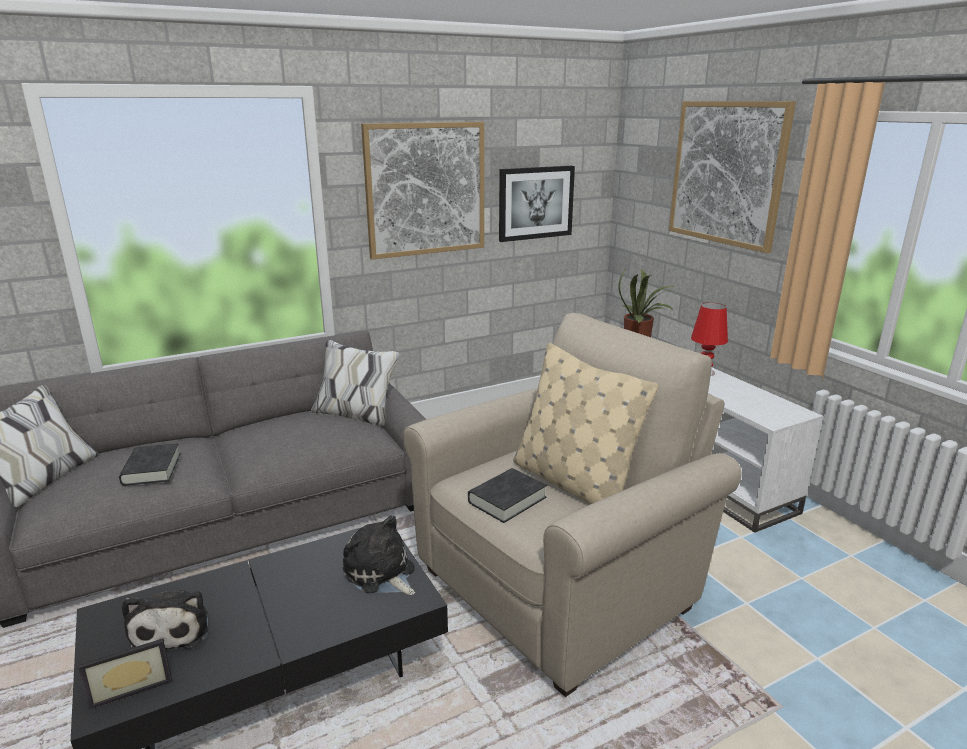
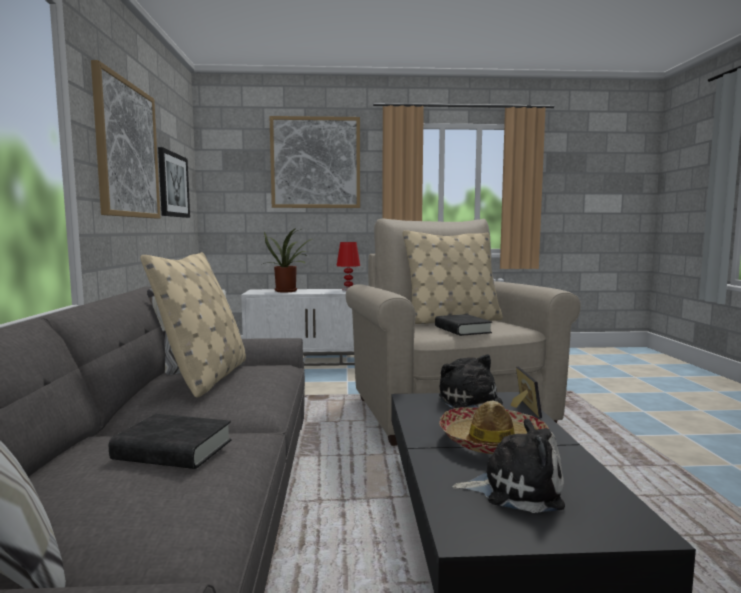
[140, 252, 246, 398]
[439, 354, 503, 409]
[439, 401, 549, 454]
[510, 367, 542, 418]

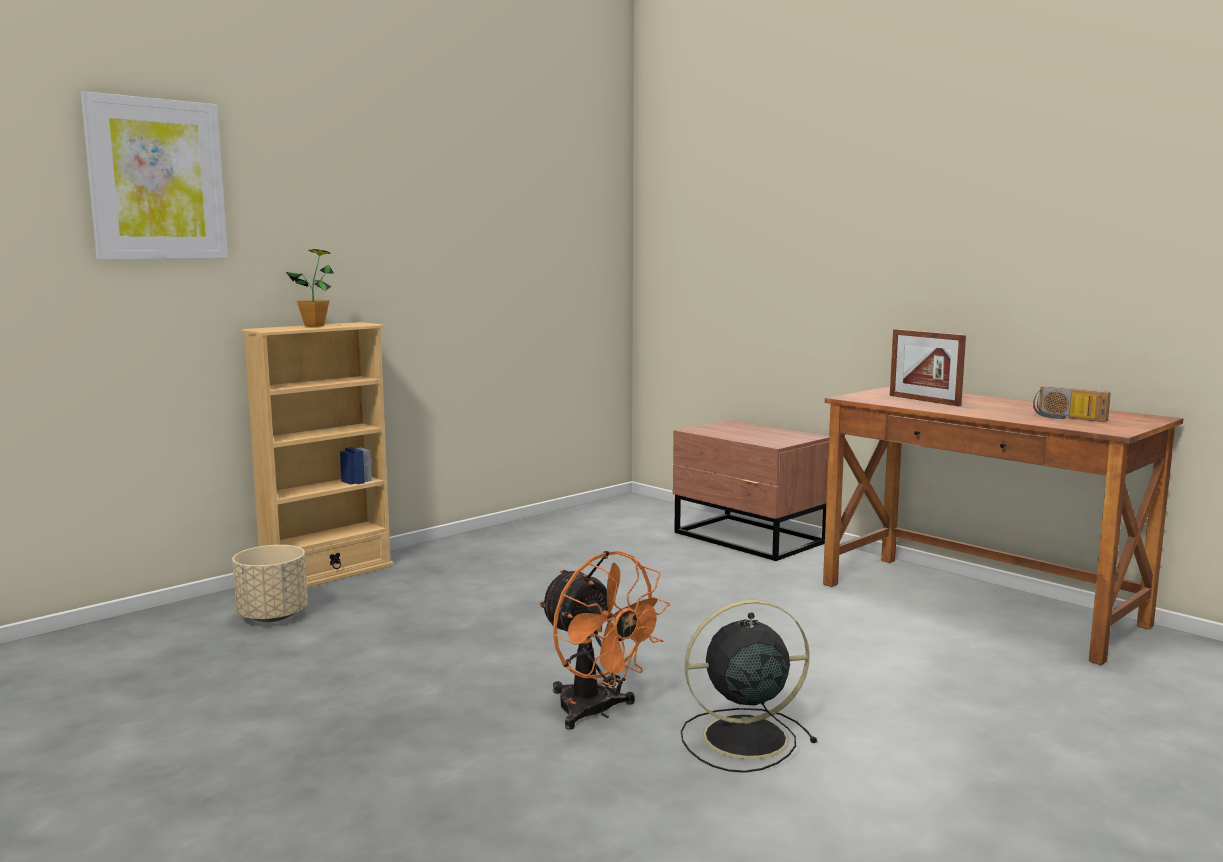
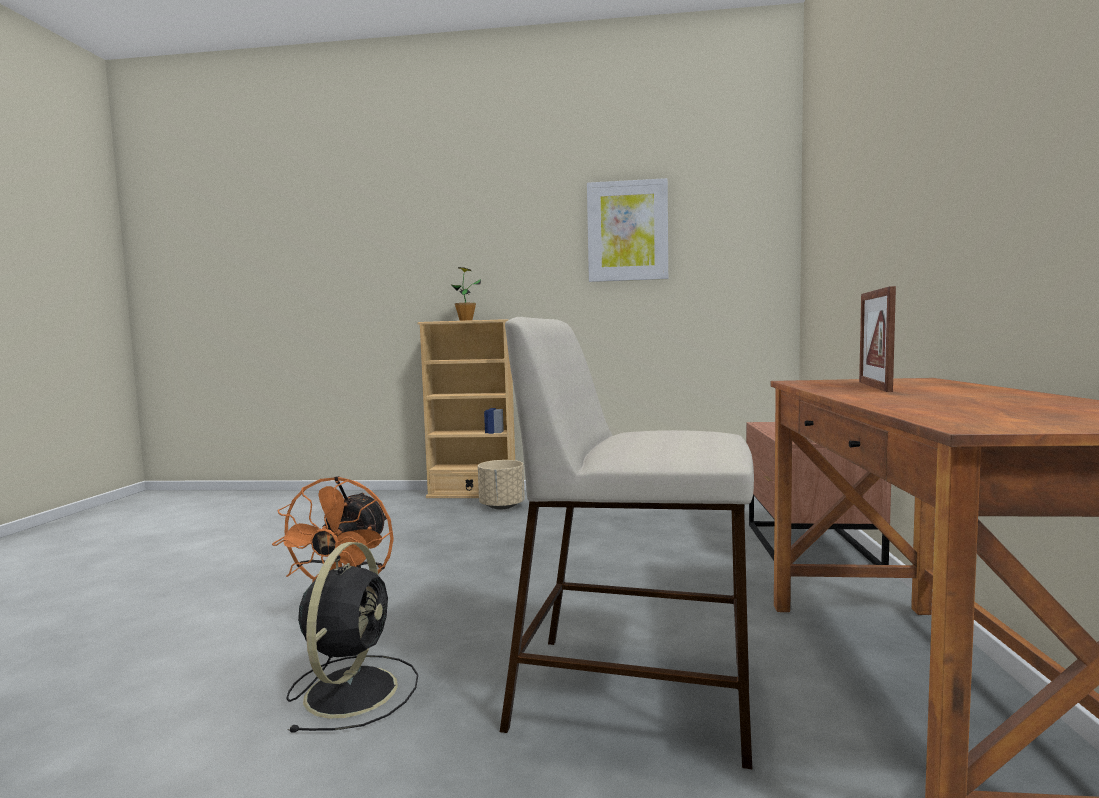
[286, 542, 418, 733]
[478, 460, 525, 510]
[500, 317, 754, 769]
[587, 178, 668, 282]
[1033, 386, 1111, 422] (first image)

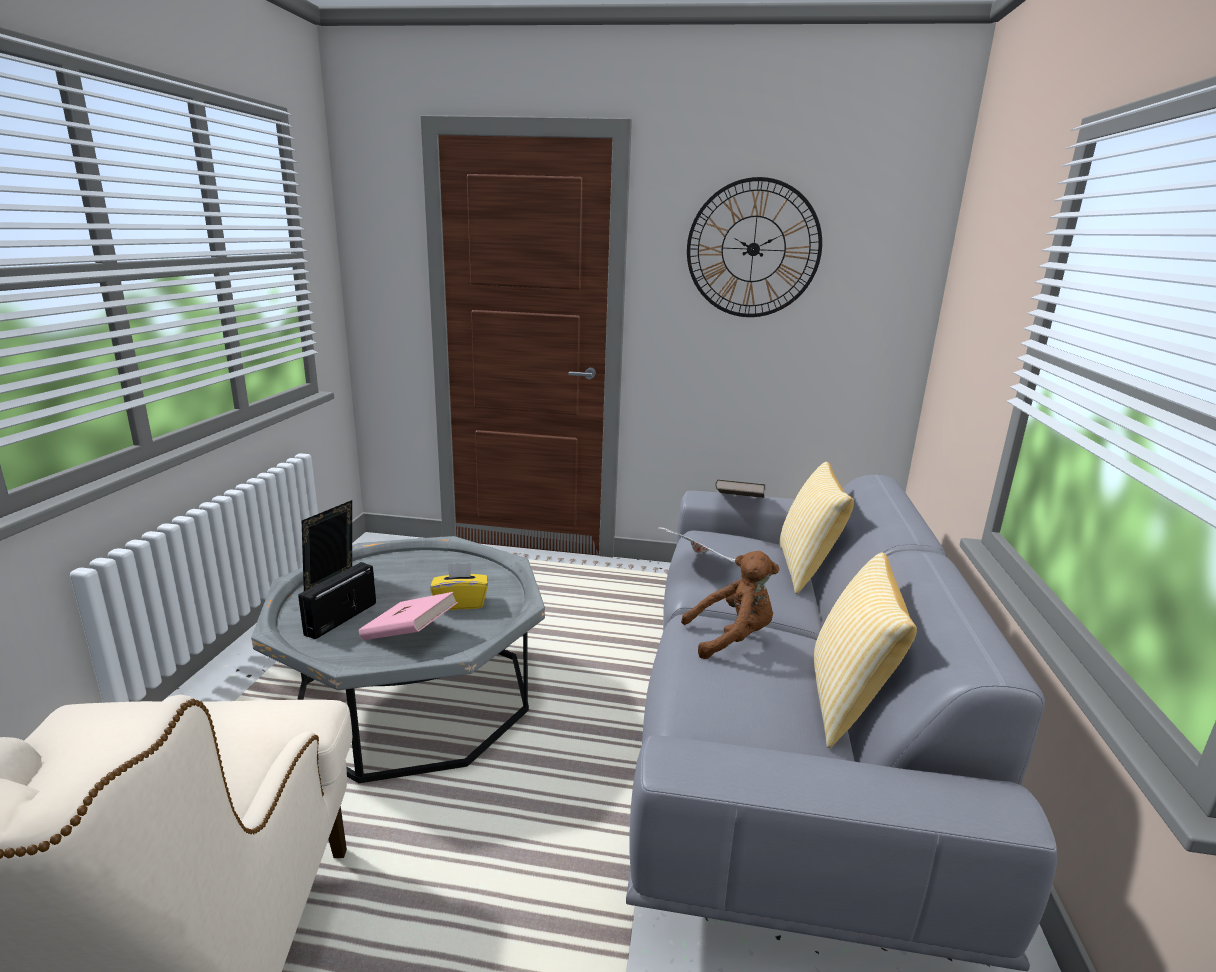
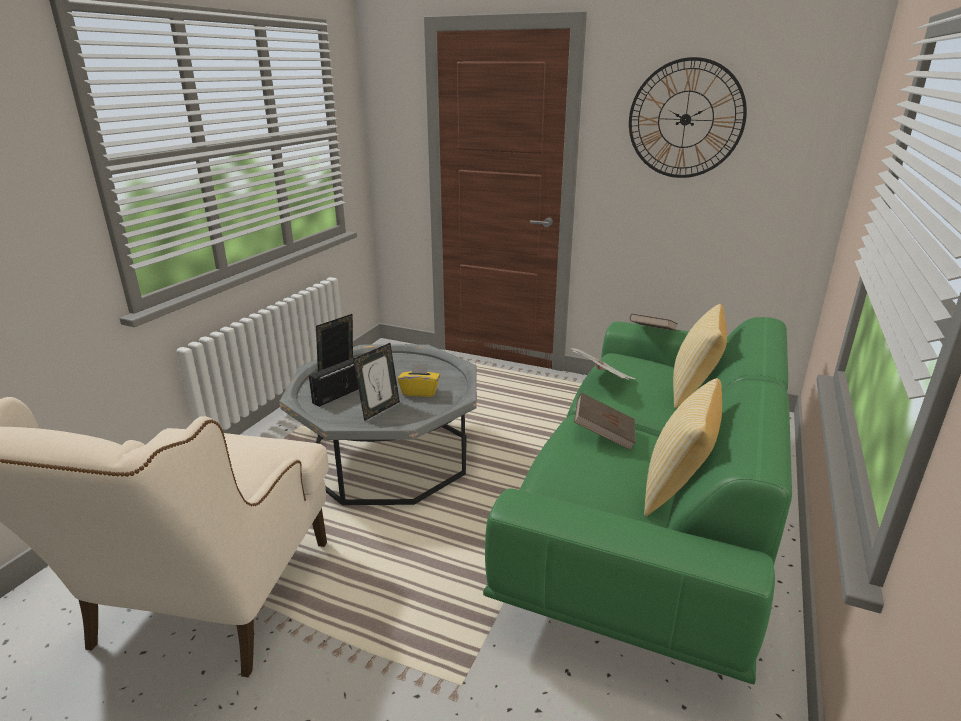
[353, 343, 400, 421]
[483, 317, 792, 684]
[574, 393, 635, 450]

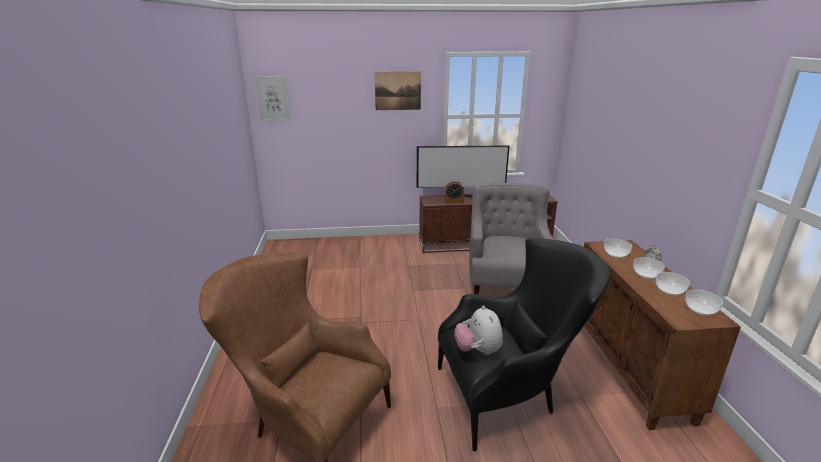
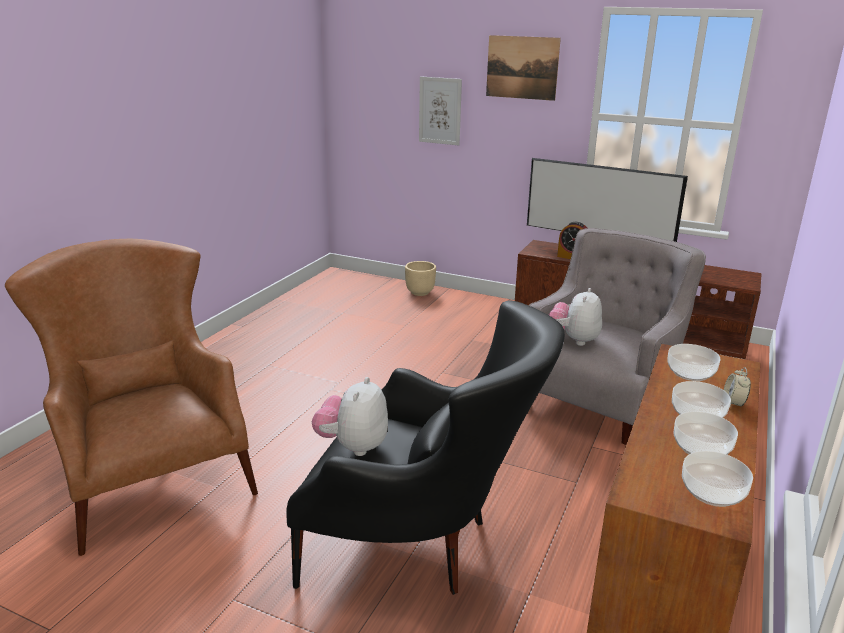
[405, 261, 436, 296]
[419, 76, 462, 145]
[549, 288, 602, 346]

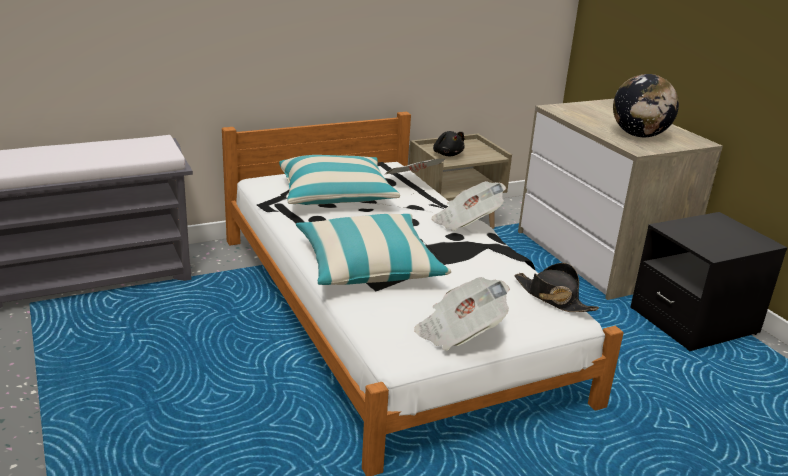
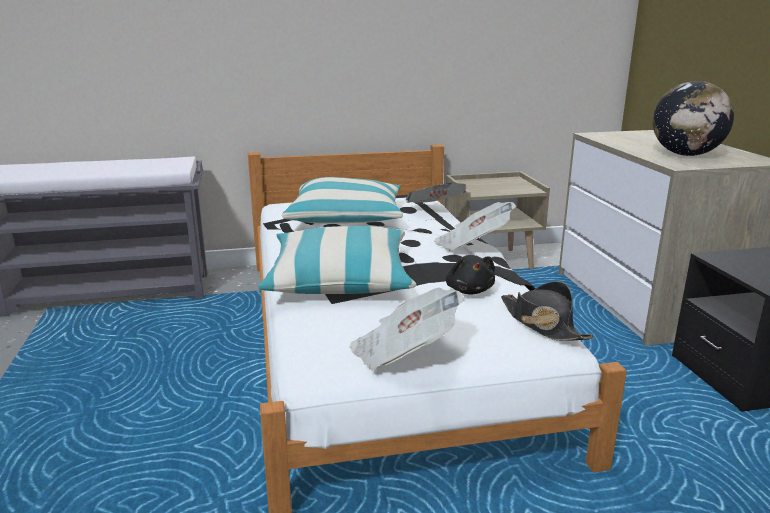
[446, 255, 495, 295]

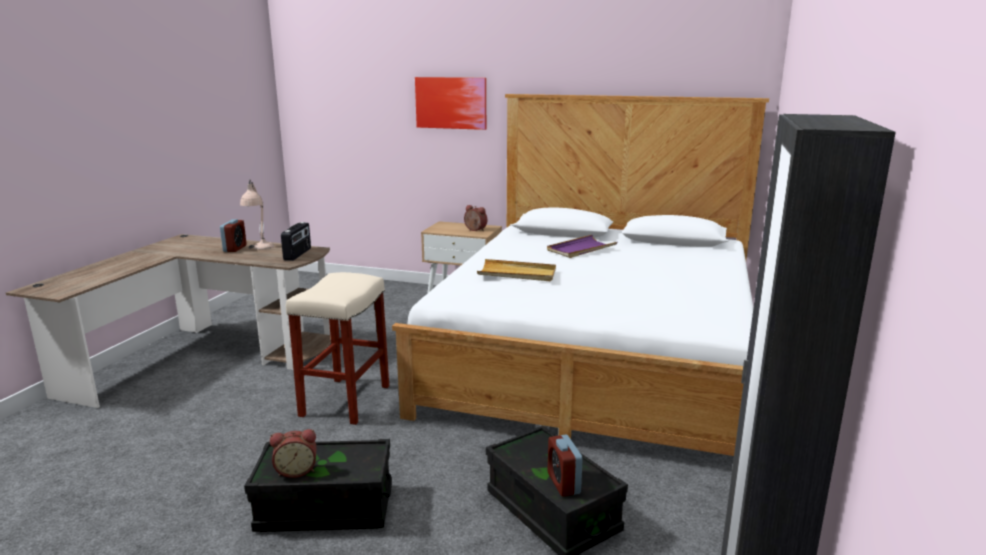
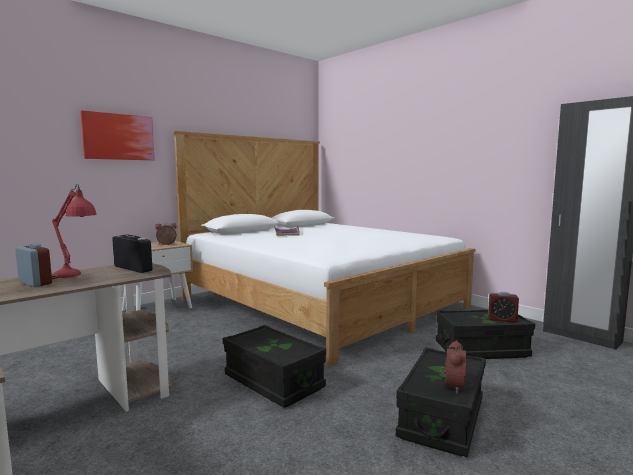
[52, 184, 97, 279]
[223, 325, 326, 408]
[477, 259, 556, 281] (first image)

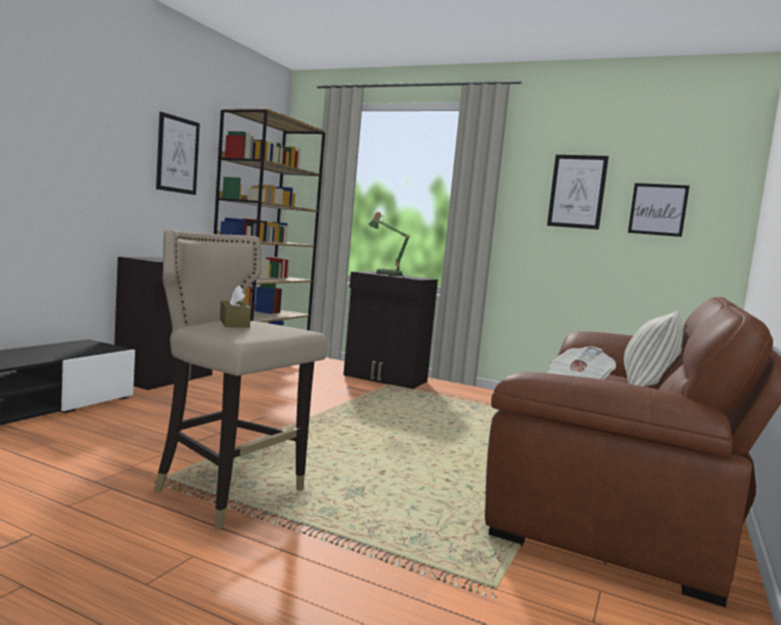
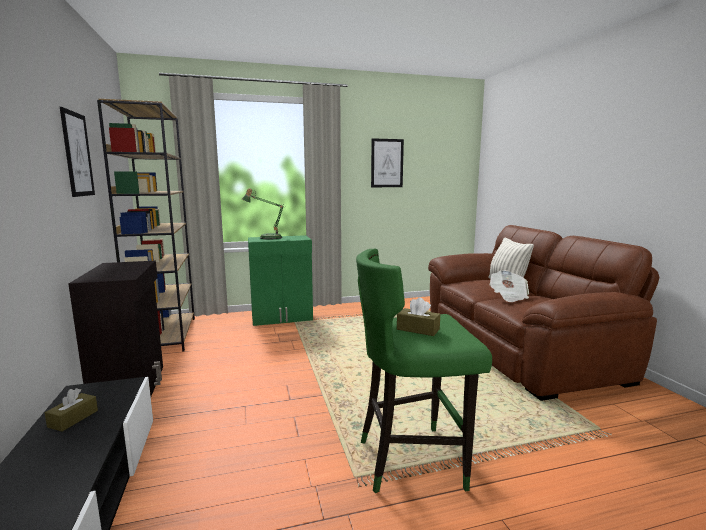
[45, 388, 98, 431]
[248, 235, 313, 326]
[356, 249, 492, 493]
[628, 183, 689, 237] (first image)

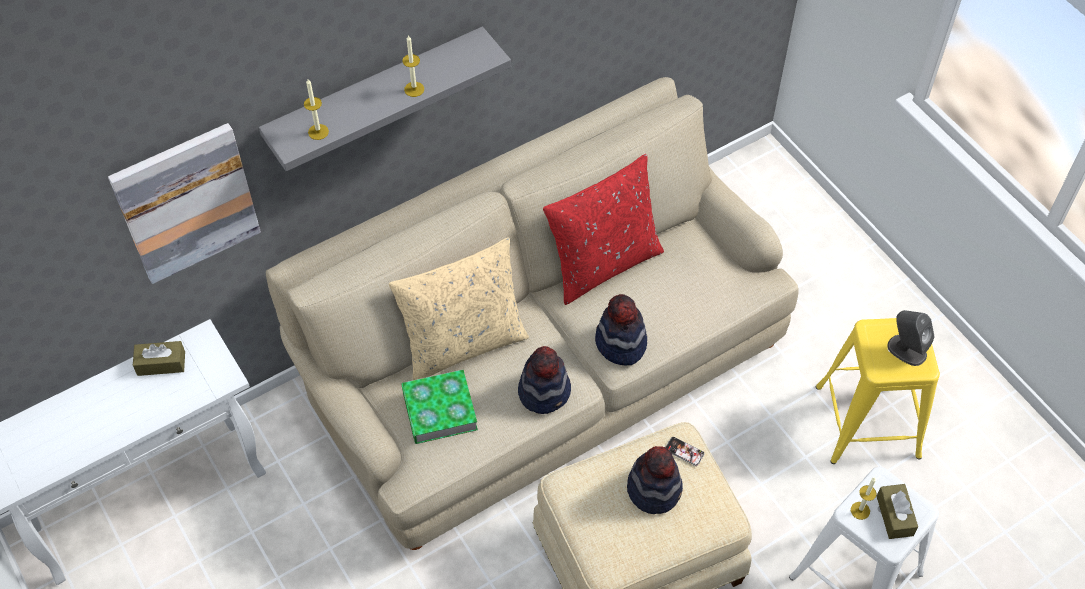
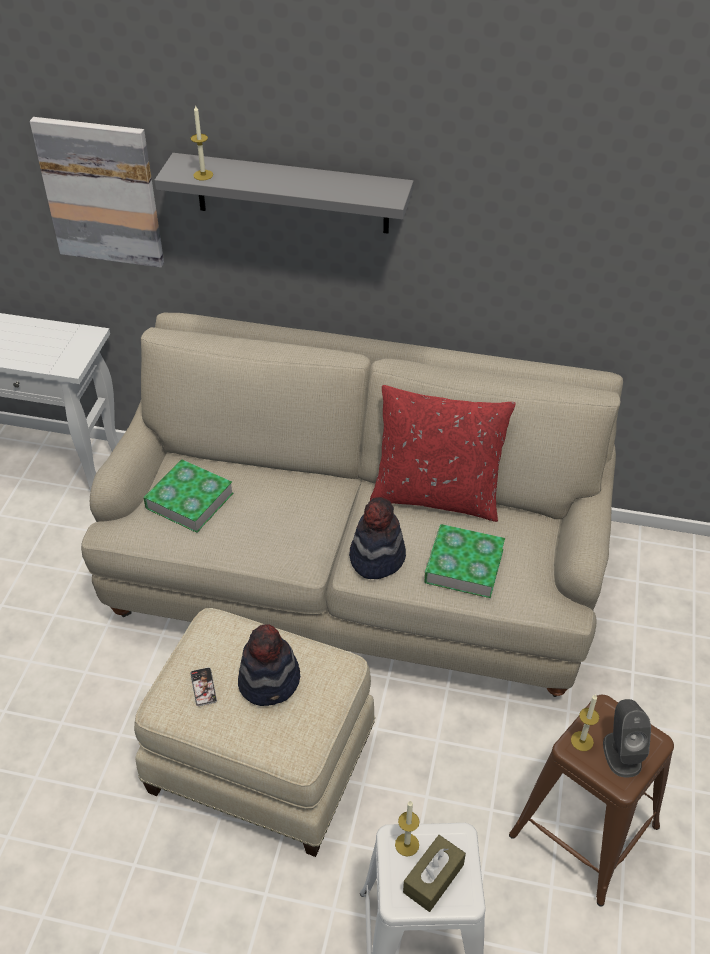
[190, 667, 217, 706]
[424, 524, 505, 598]
[509, 695, 674, 907]
[571, 694, 599, 751]
[133, 341, 185, 376] (first image)
[389, 238, 529, 380] (first image)
[518, 346, 571, 414] (first image)

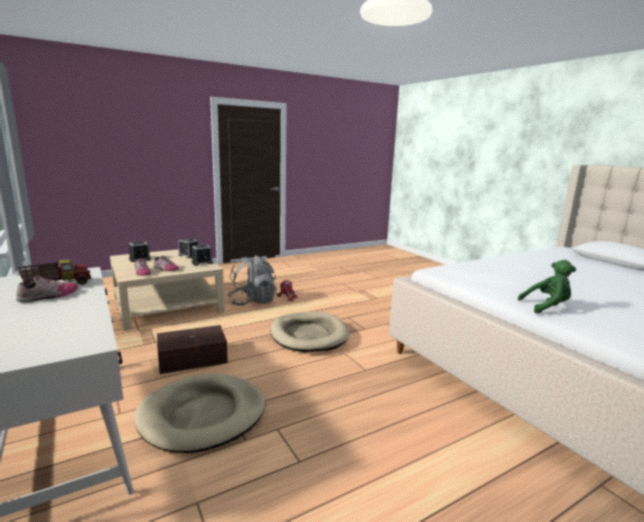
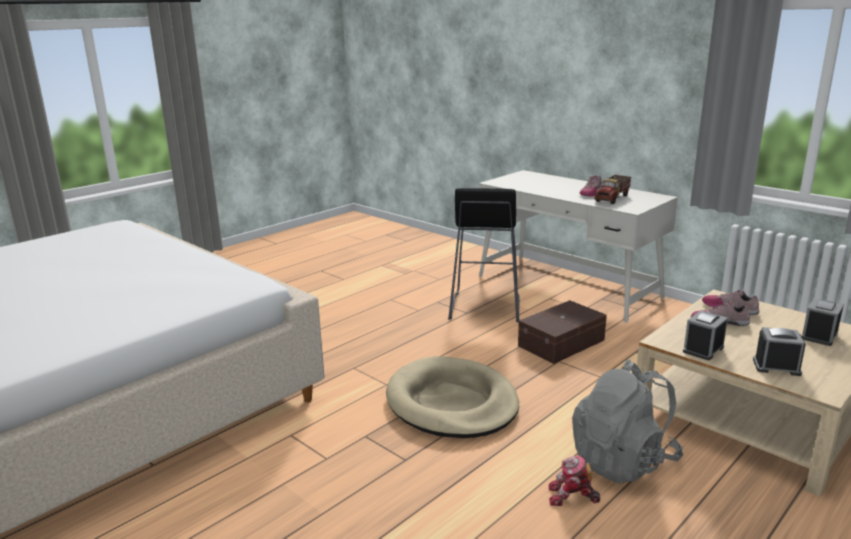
[448, 188, 520, 322]
[518, 260, 576, 314] (first image)

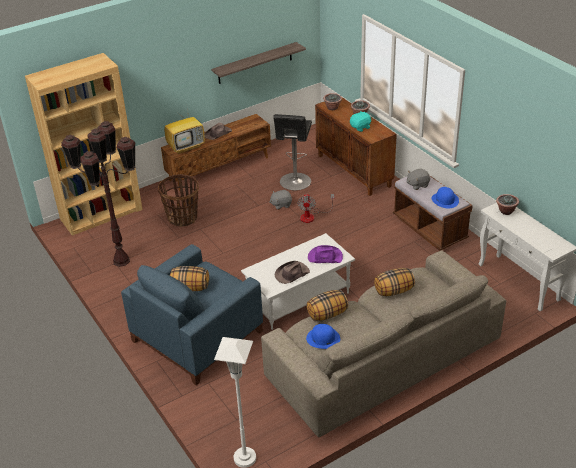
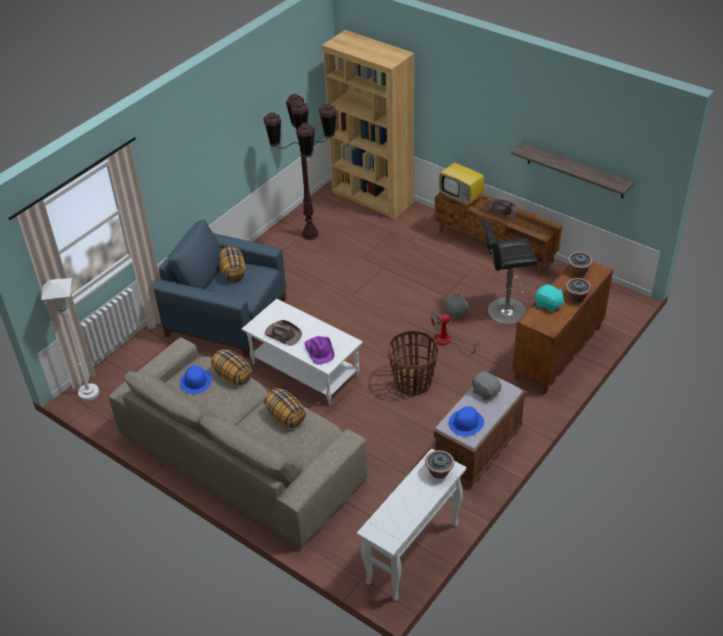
[388, 331, 438, 396]

